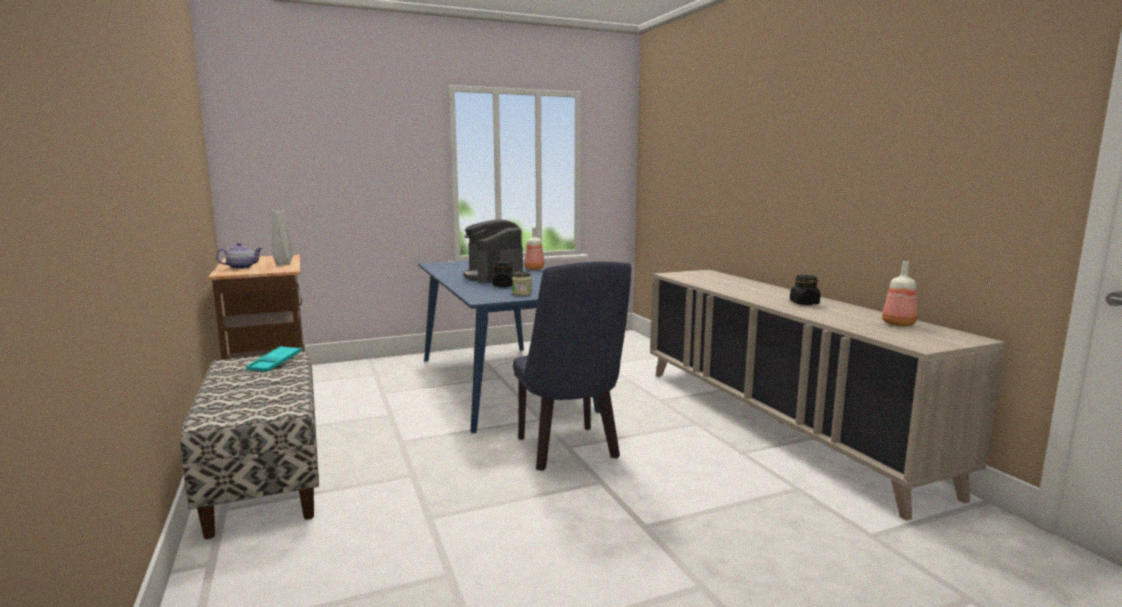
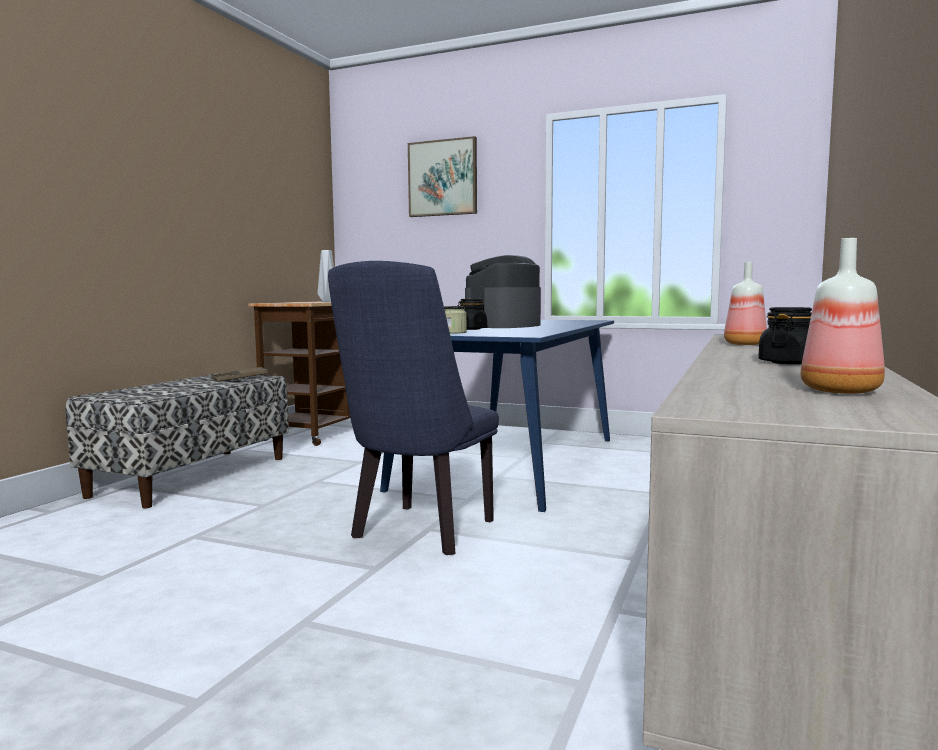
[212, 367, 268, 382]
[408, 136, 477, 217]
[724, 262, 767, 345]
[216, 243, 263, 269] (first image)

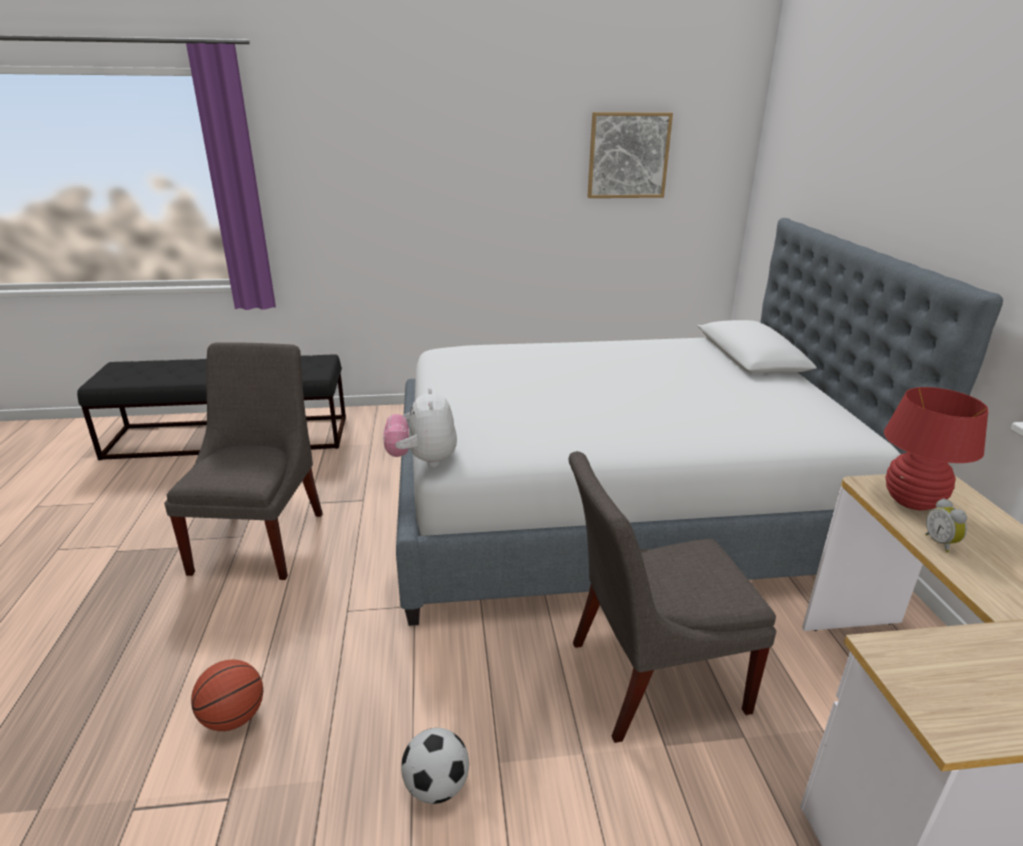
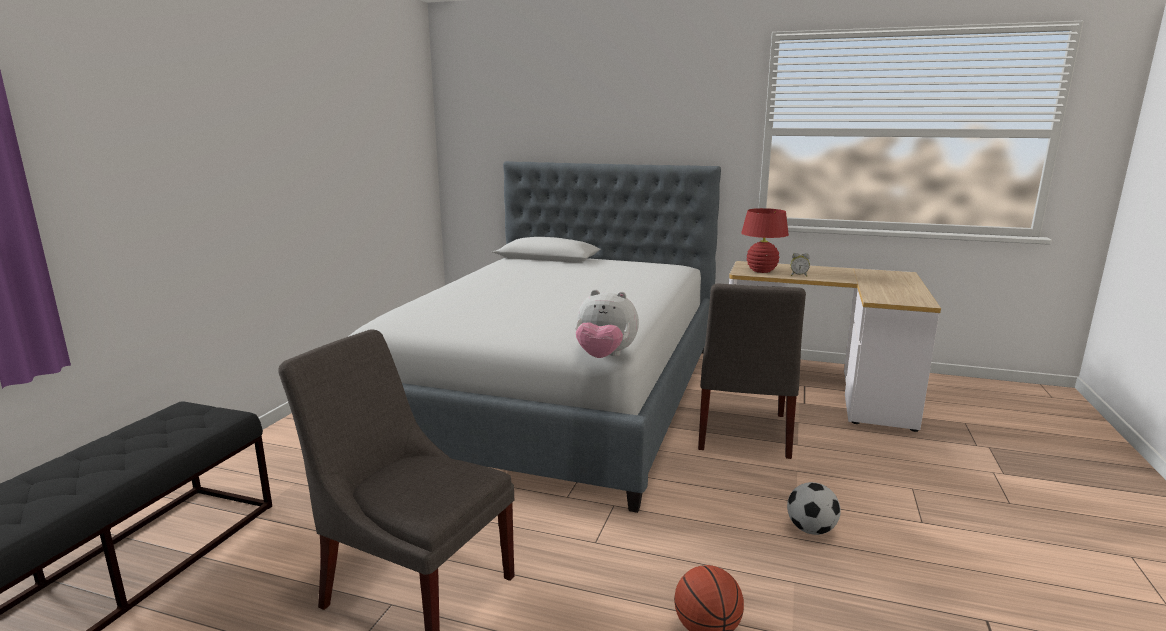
[587, 112, 673, 198] (first image)

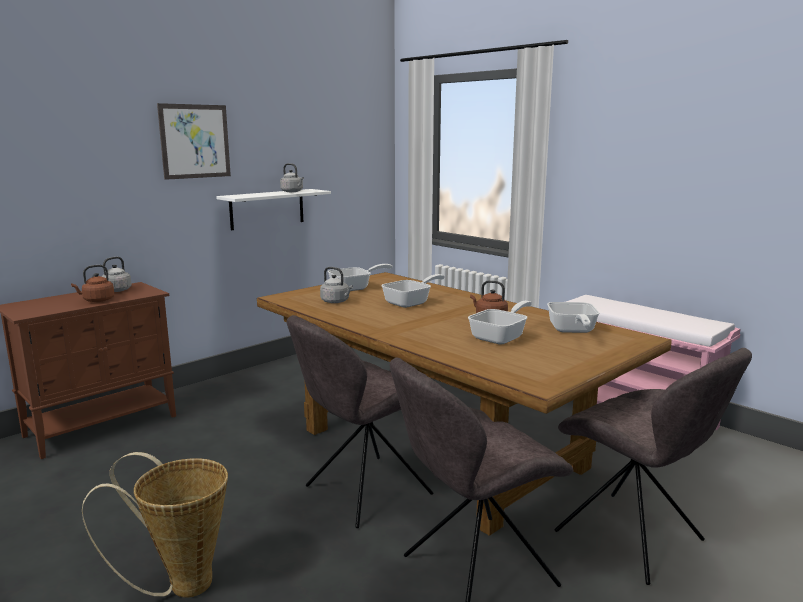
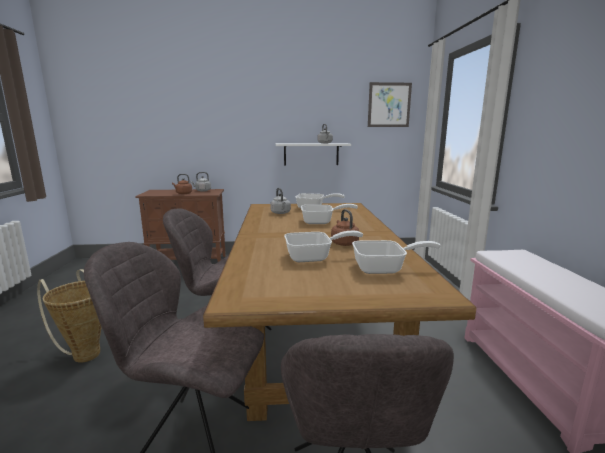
[352, 240, 441, 274]
[368, 82, 412, 127]

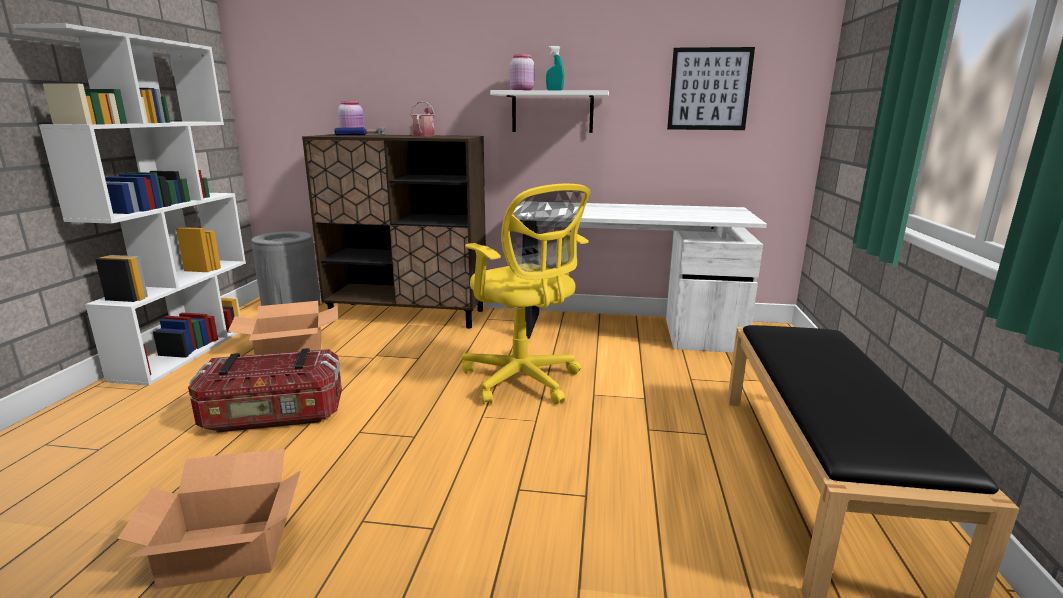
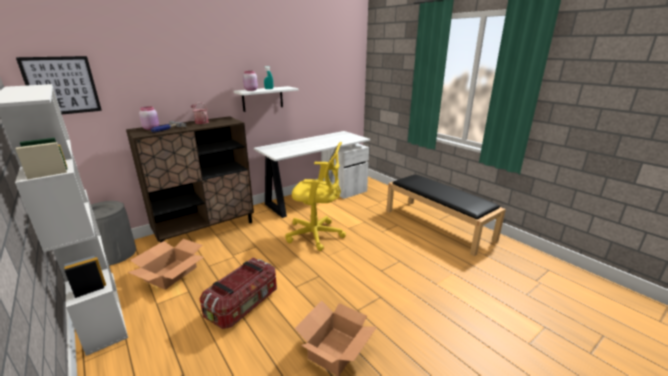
[16, 56, 102, 114]

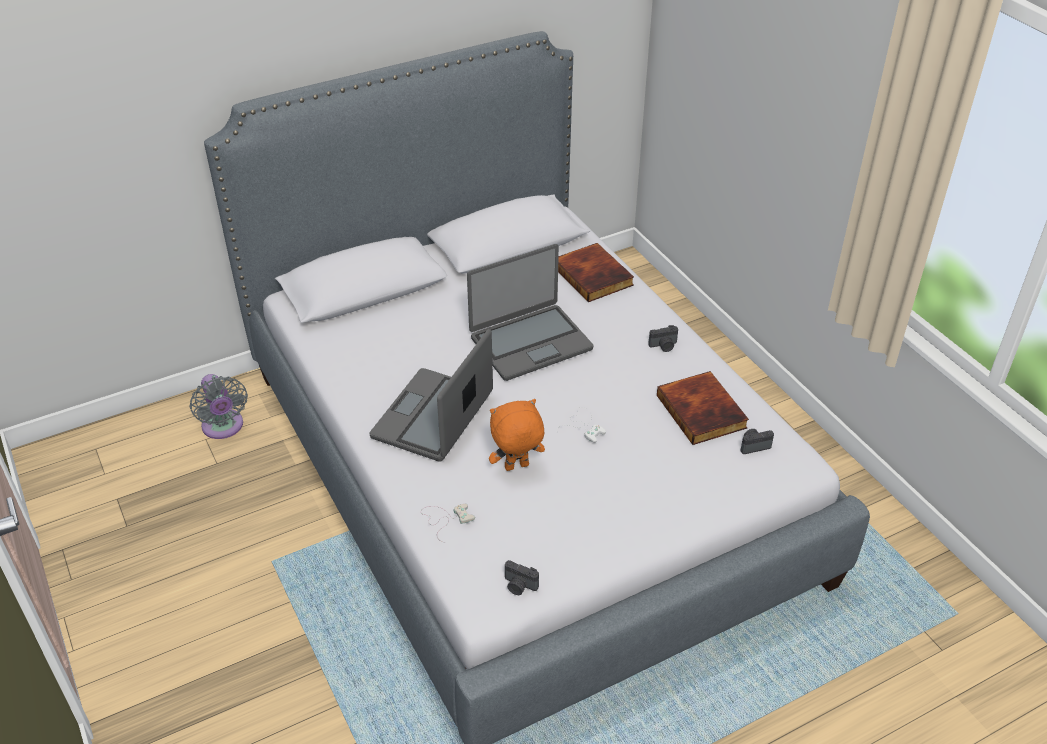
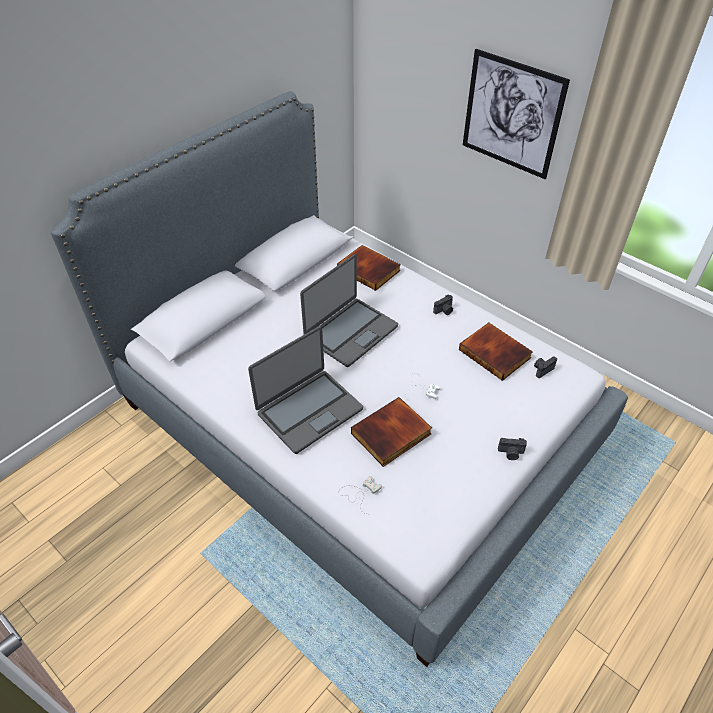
[248, 326, 363, 454]
[351, 397, 432, 467]
[463, 49, 570, 179]
[498, 438, 527, 460]
[190, 374, 248, 439] (first image)

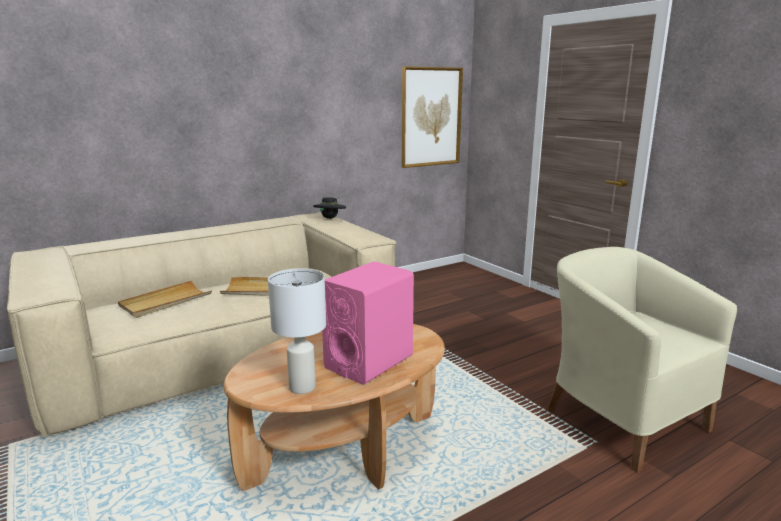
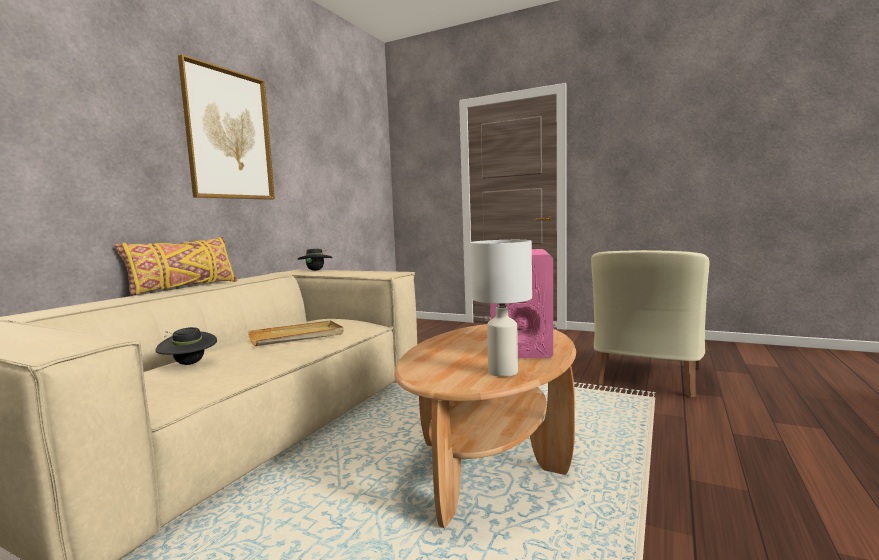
[114, 237, 237, 295]
[155, 327, 217, 365]
[178, 54, 275, 200]
[591, 250, 709, 397]

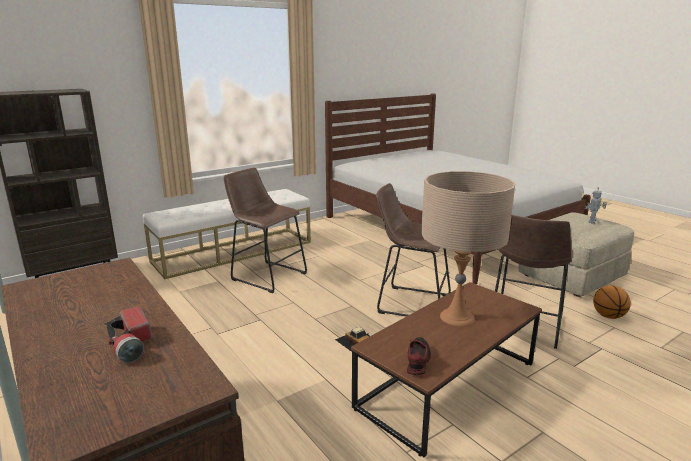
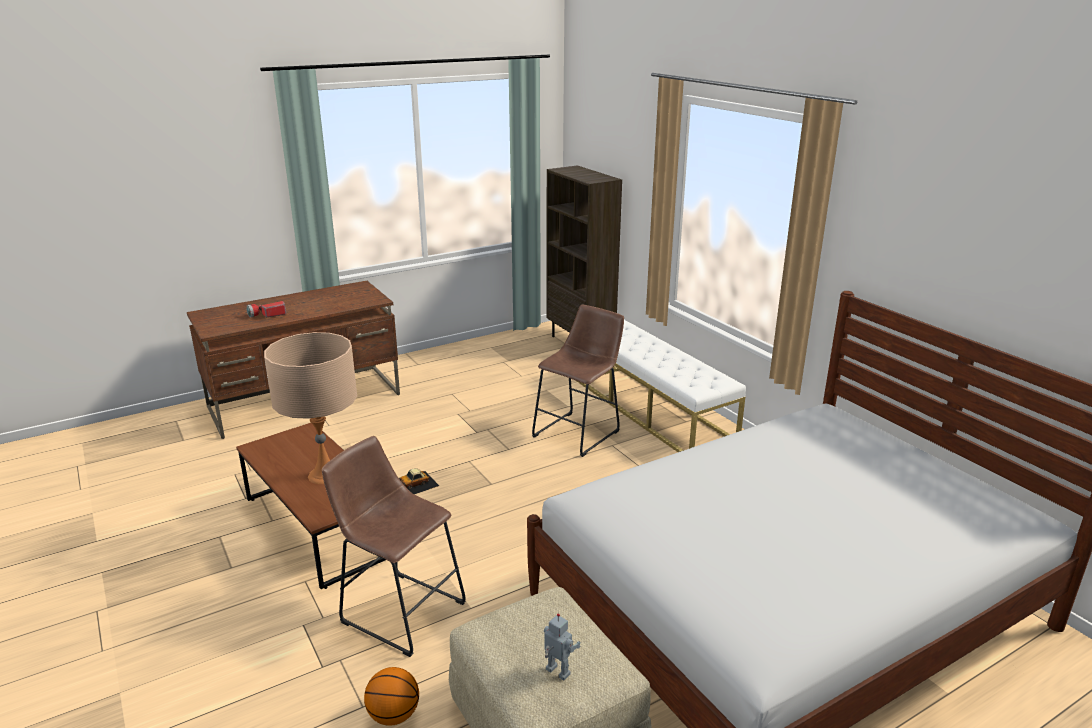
[376, 183, 451, 316] (first image)
[407, 337, 431, 375] (first image)

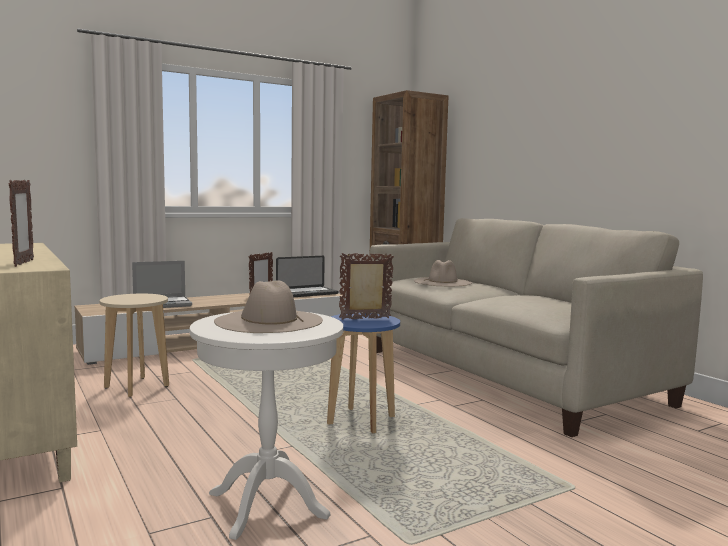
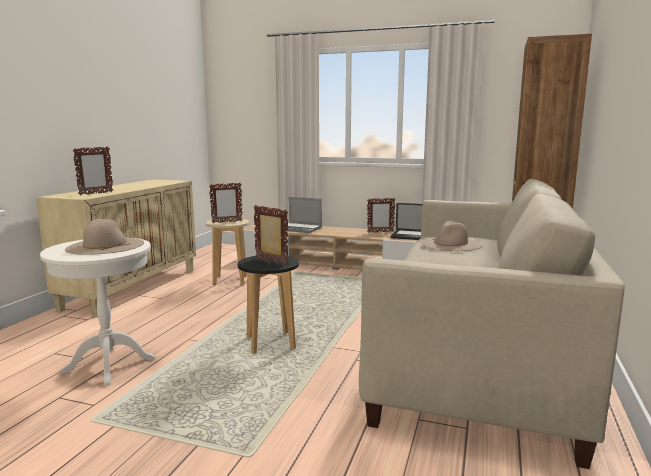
[209, 182, 243, 223]
[238, 255, 299, 354]

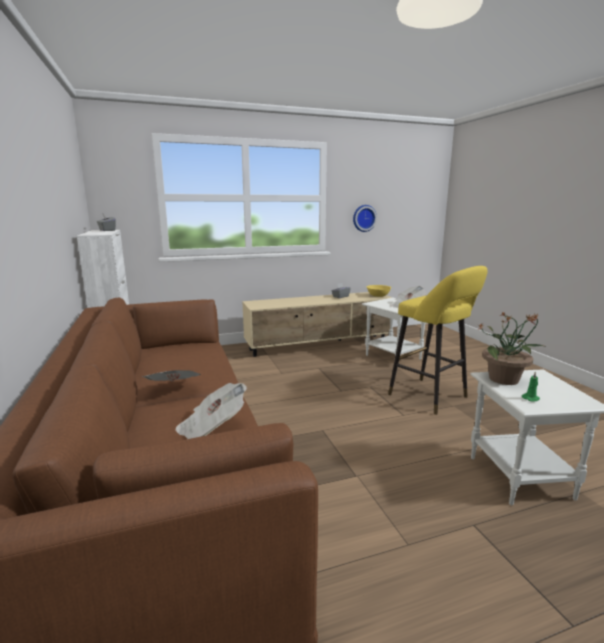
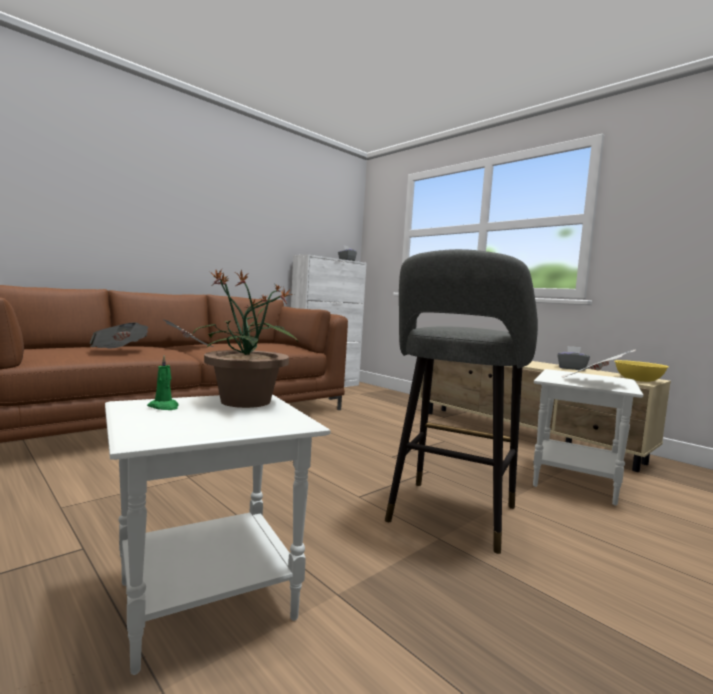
[385, 249, 538, 554]
[353, 205, 377, 232] (first image)

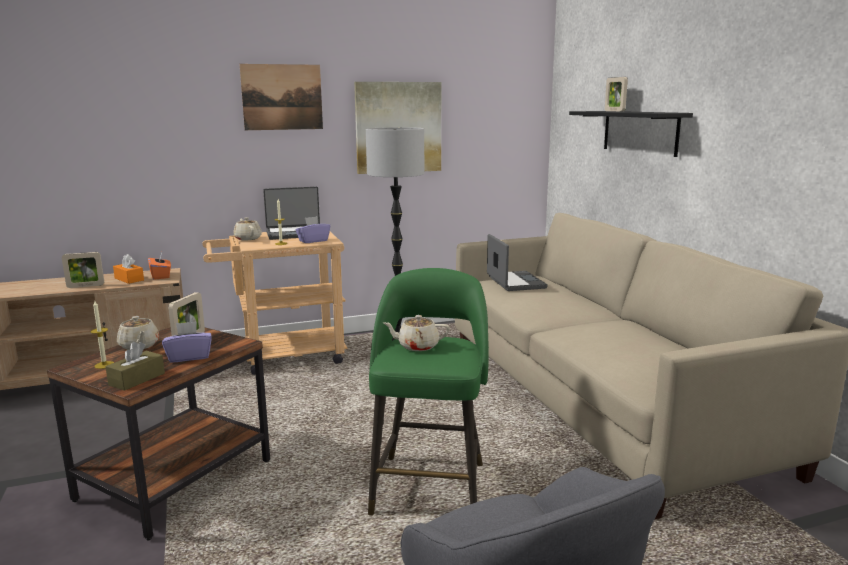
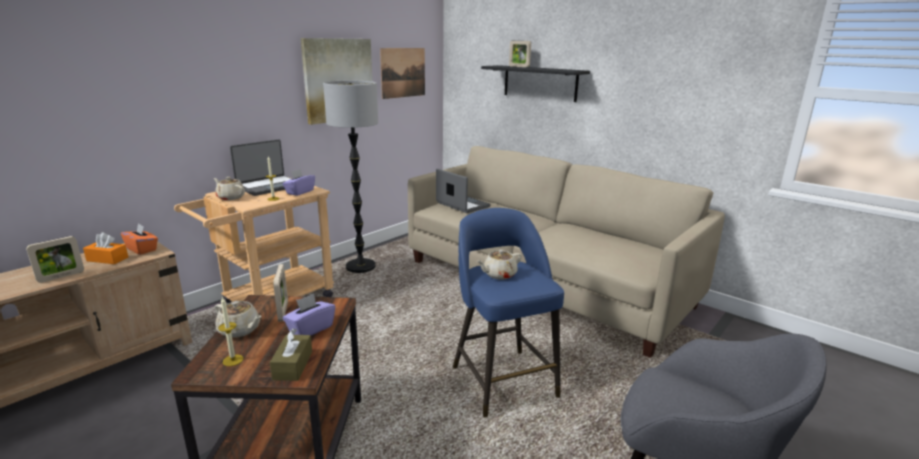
[380, 48, 425, 99]
[453, 208, 564, 418]

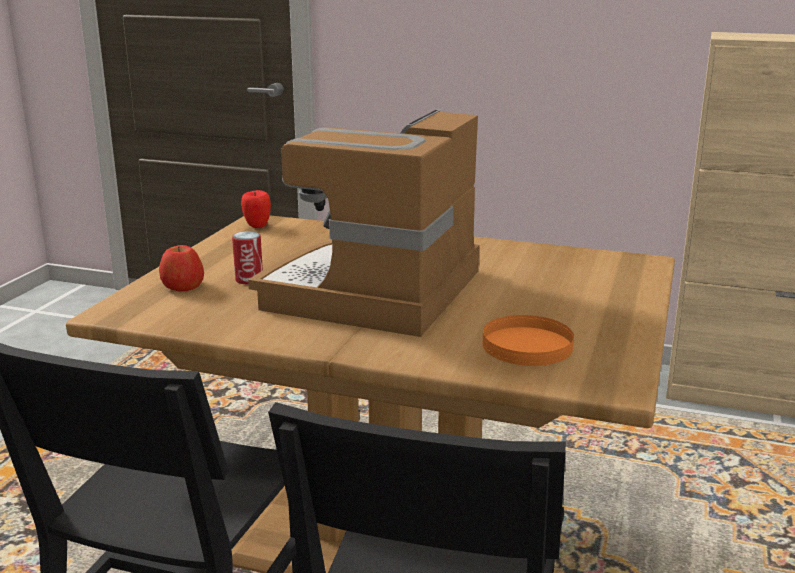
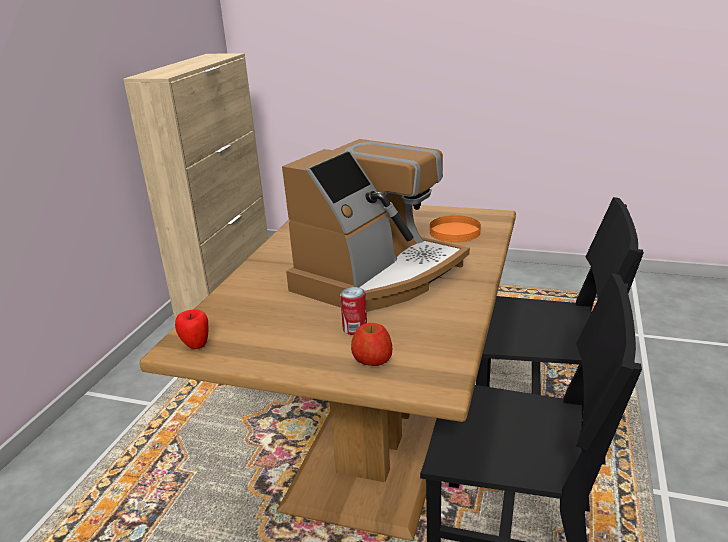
[282, 139, 470, 312]

